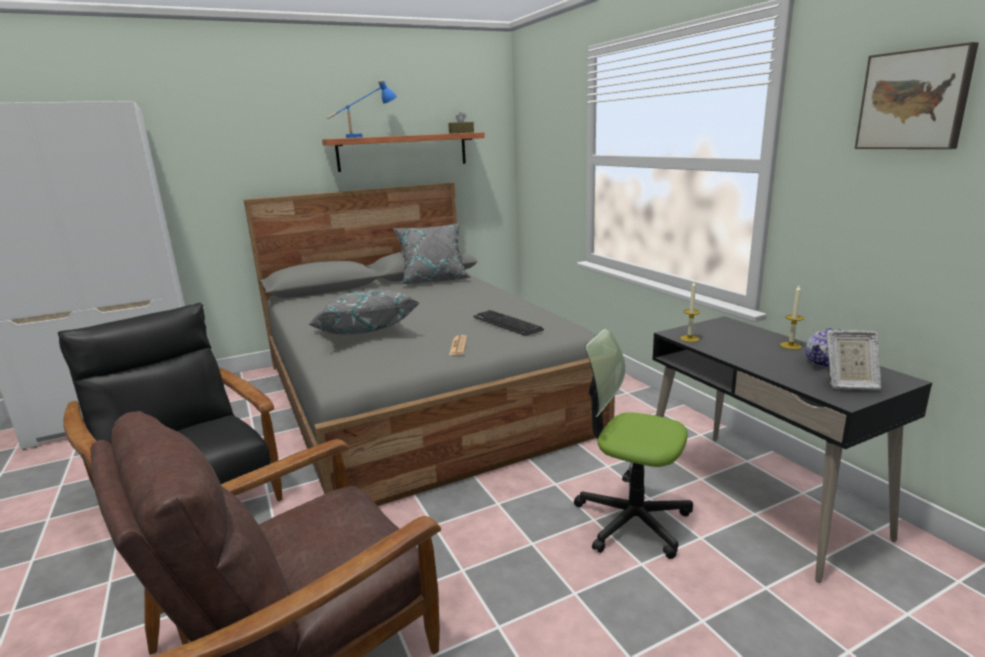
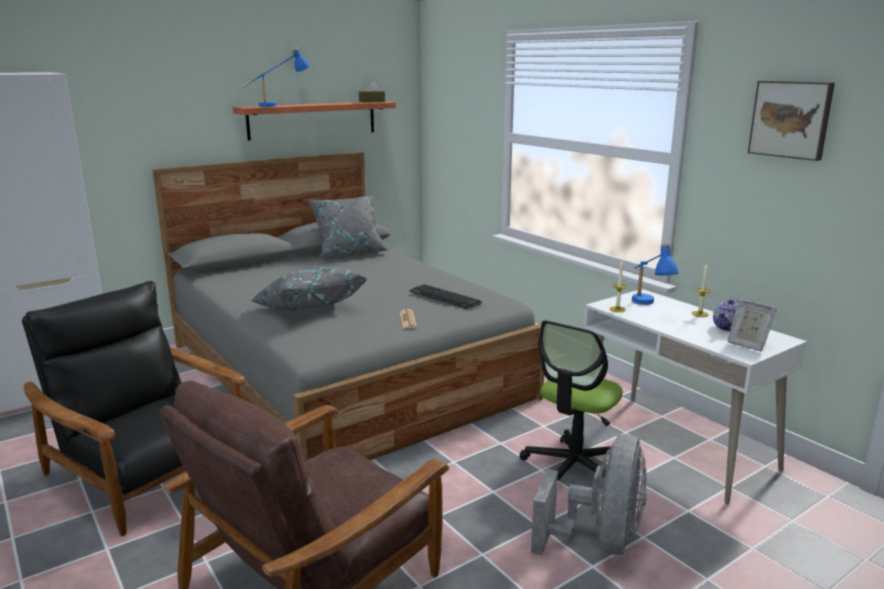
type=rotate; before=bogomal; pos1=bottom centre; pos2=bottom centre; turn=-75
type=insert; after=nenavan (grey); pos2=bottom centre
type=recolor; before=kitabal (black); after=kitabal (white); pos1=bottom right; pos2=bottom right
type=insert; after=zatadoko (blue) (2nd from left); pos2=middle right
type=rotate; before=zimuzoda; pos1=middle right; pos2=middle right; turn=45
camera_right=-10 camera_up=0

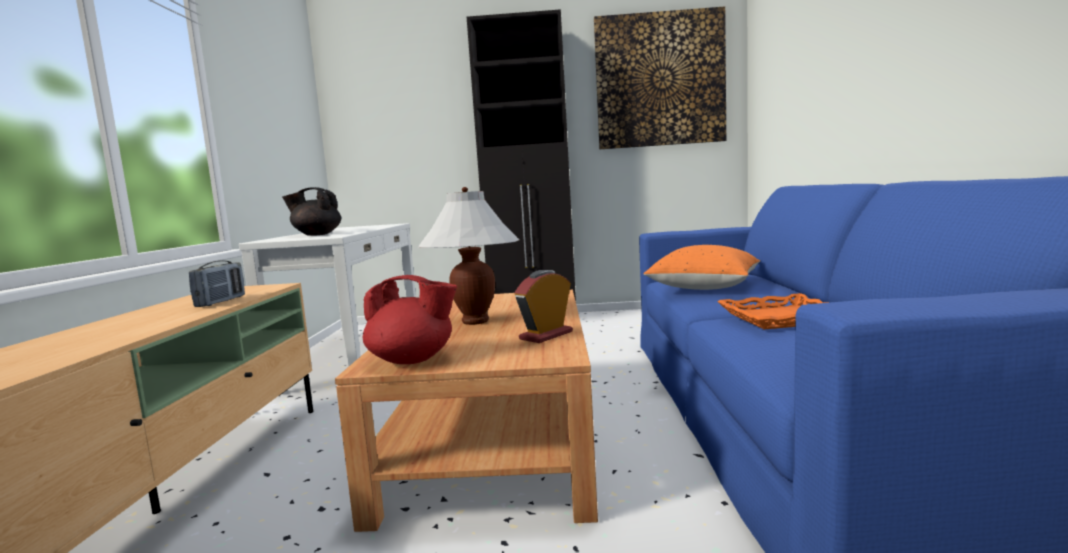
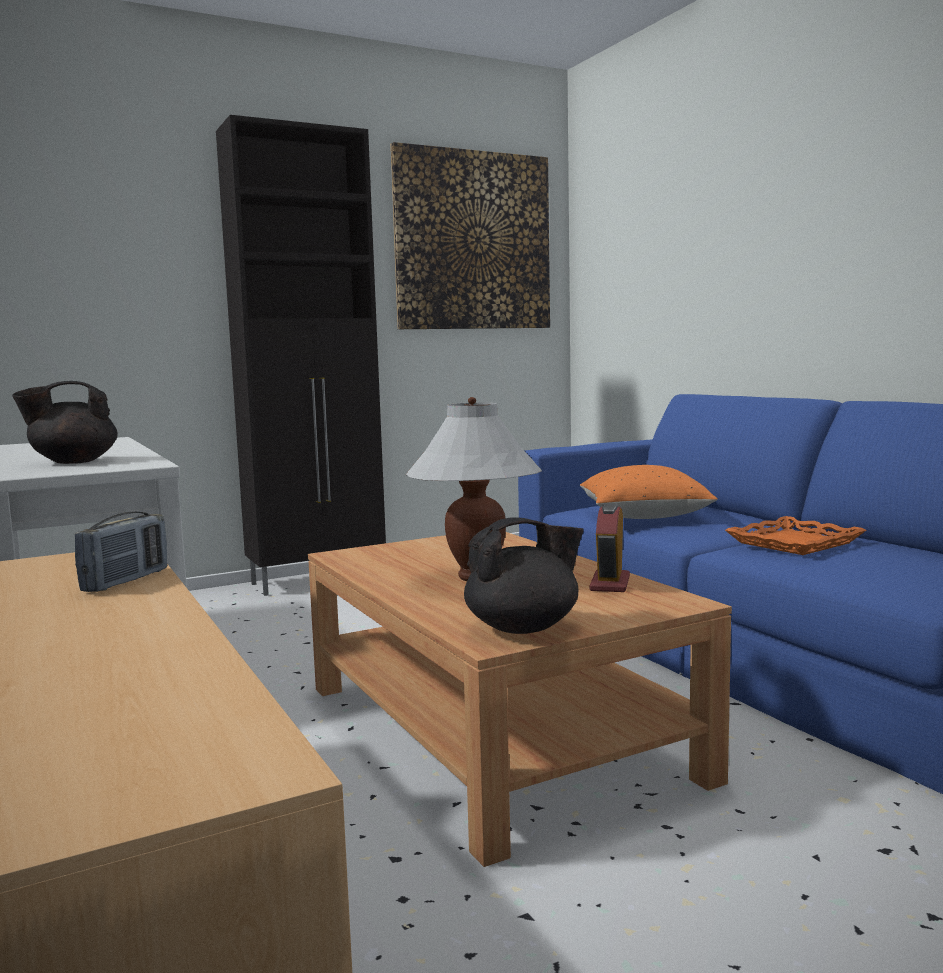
type=rotate; before=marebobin; pos1=middle left; pos2=middle left; turn=45
type=recolor; before=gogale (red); after=gogale (black) (2nd from left); pos1=centre; pos2=centre
camera_right=-30 camera_up=0

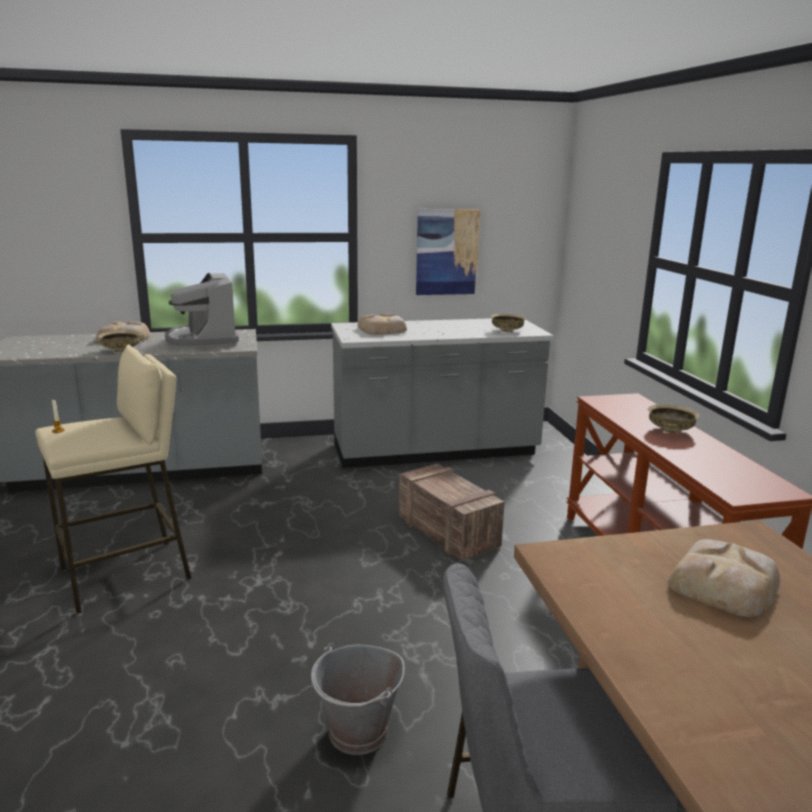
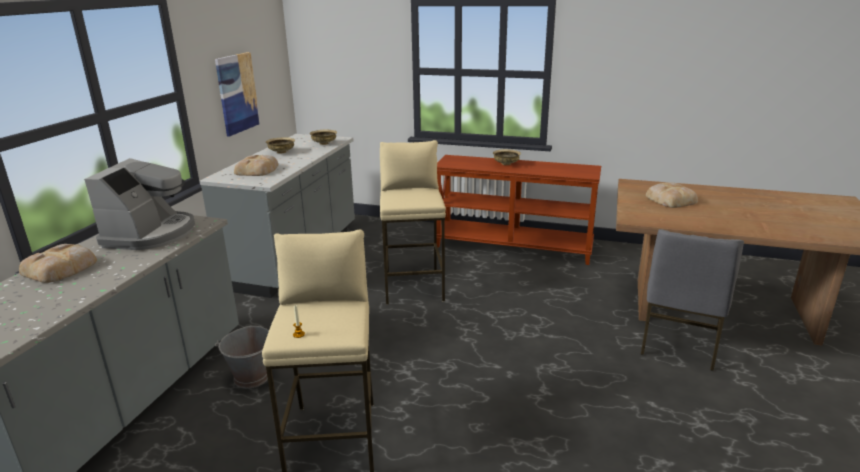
type=rotate; before=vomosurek; pos1=middle left; pos2=middle left; turn=-90
type=move; before=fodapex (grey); pos1=bottom centre; pos2=bottom left
type=move; before=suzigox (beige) (1st from left); pos1=middle left; pos2=top left
type=replace; before=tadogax; after=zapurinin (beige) (2nd from left); pos1=centre; pos2=centre
camera_right=-60 camera_up=5

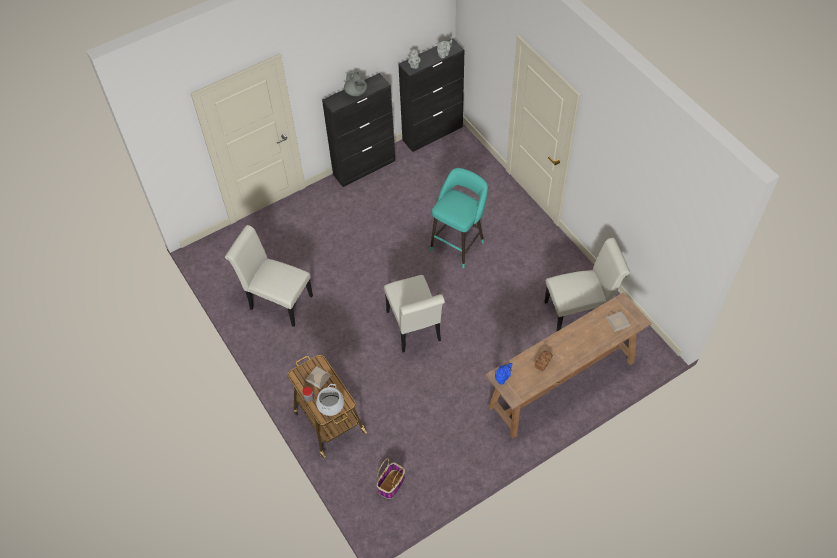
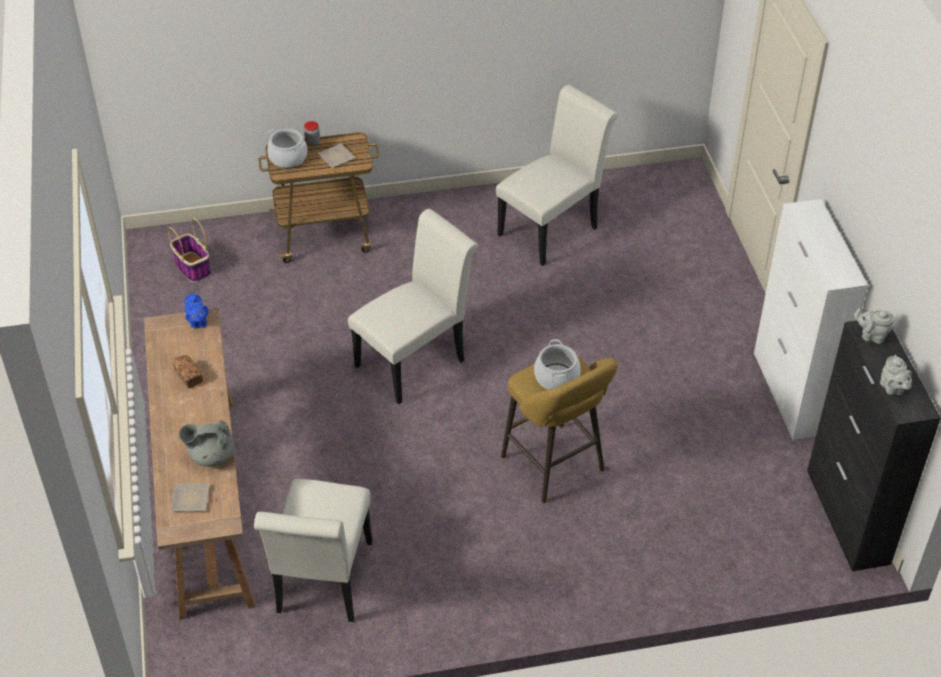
type=move; before=gogale (grey) (1st from left); pos1=top centre; pos2=middle left
type=rotate; before=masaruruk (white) (2nd from left); pos1=centre; pos2=centre; turn=135
type=recolor; before=zapurinin (turquoise); after=zapurinin (yellow); pos1=centre; pos2=centre
type=insert; after=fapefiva (2nd from left); pos2=centre
type=recolor; before=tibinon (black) (1st from left); after=tibinon (white); pos1=top centre; pos2=middle right
camera_right=110 camera_up=-10

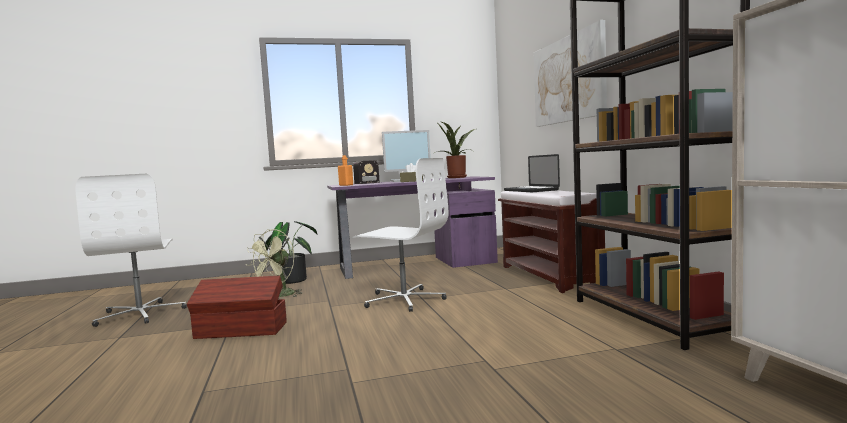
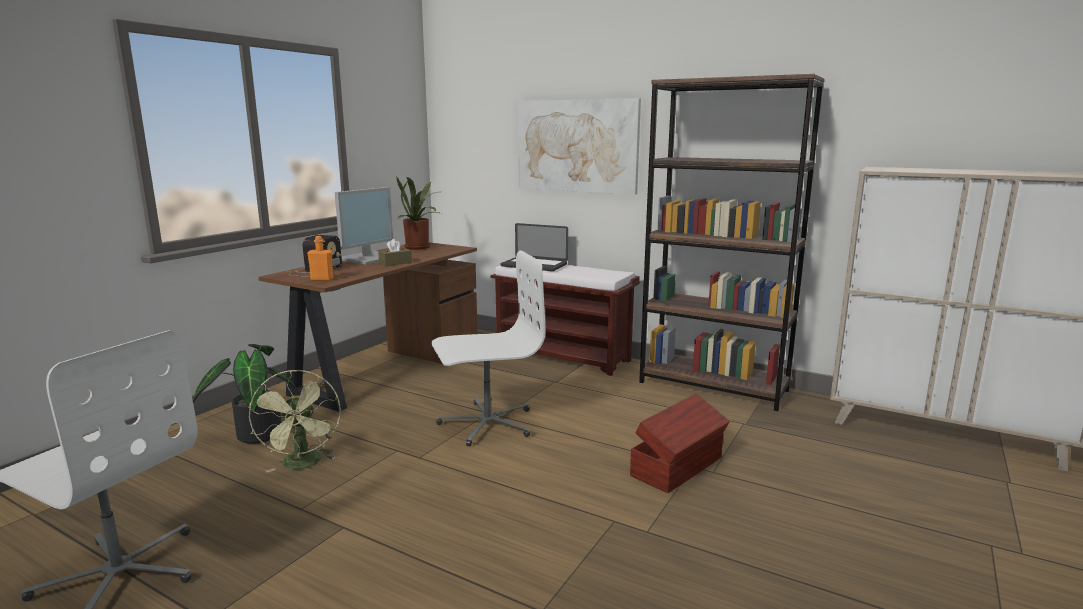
type=recolor; before=kitabal (purple); after=kitabal (brown); pos1=centre; pos2=centre
type=move; before=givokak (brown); pos1=bottom left; pos2=bottom centre
camera_right=-45 camera_up=10

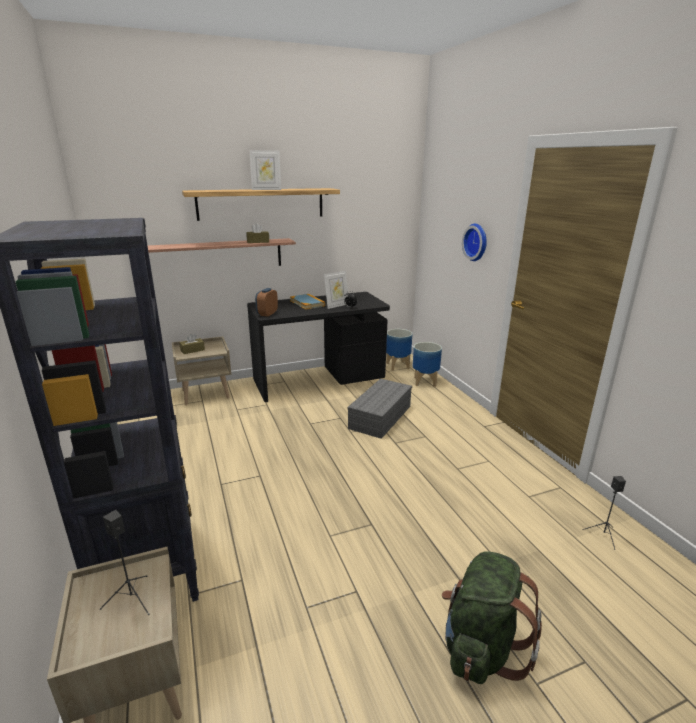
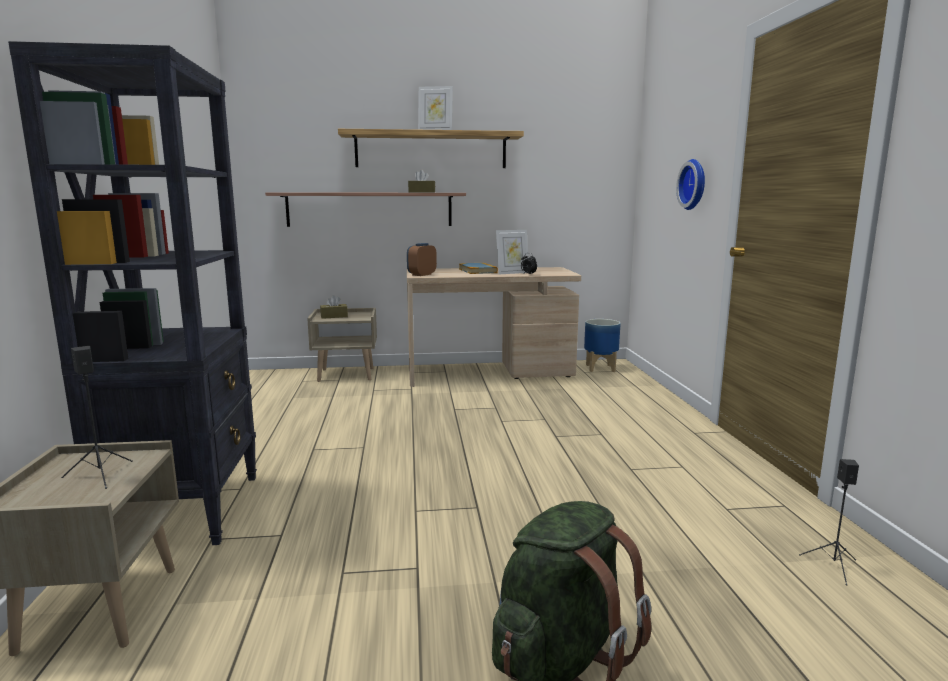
type=recolor; before=kitabal (black); after=kitabal (beige); pos1=centre; pos2=centre
type=delete; before=givokak (grey); pos1=centre
type=delete; before=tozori (2nd from left); pos1=centre
camera_right=15 camera_up=-10

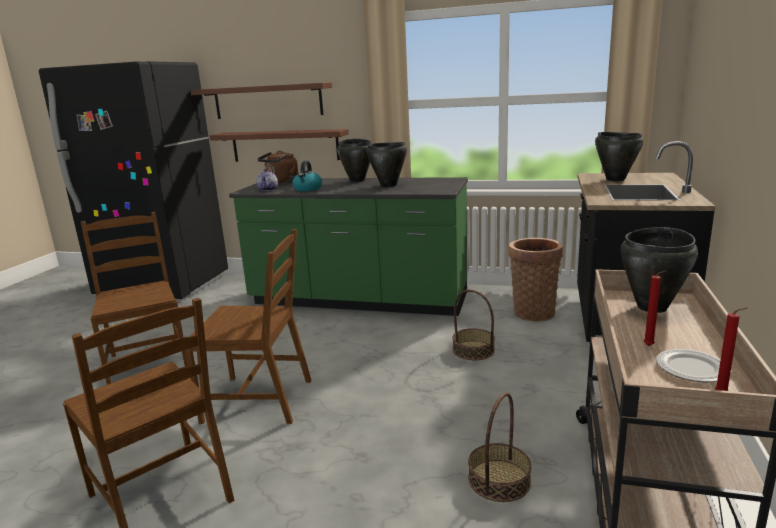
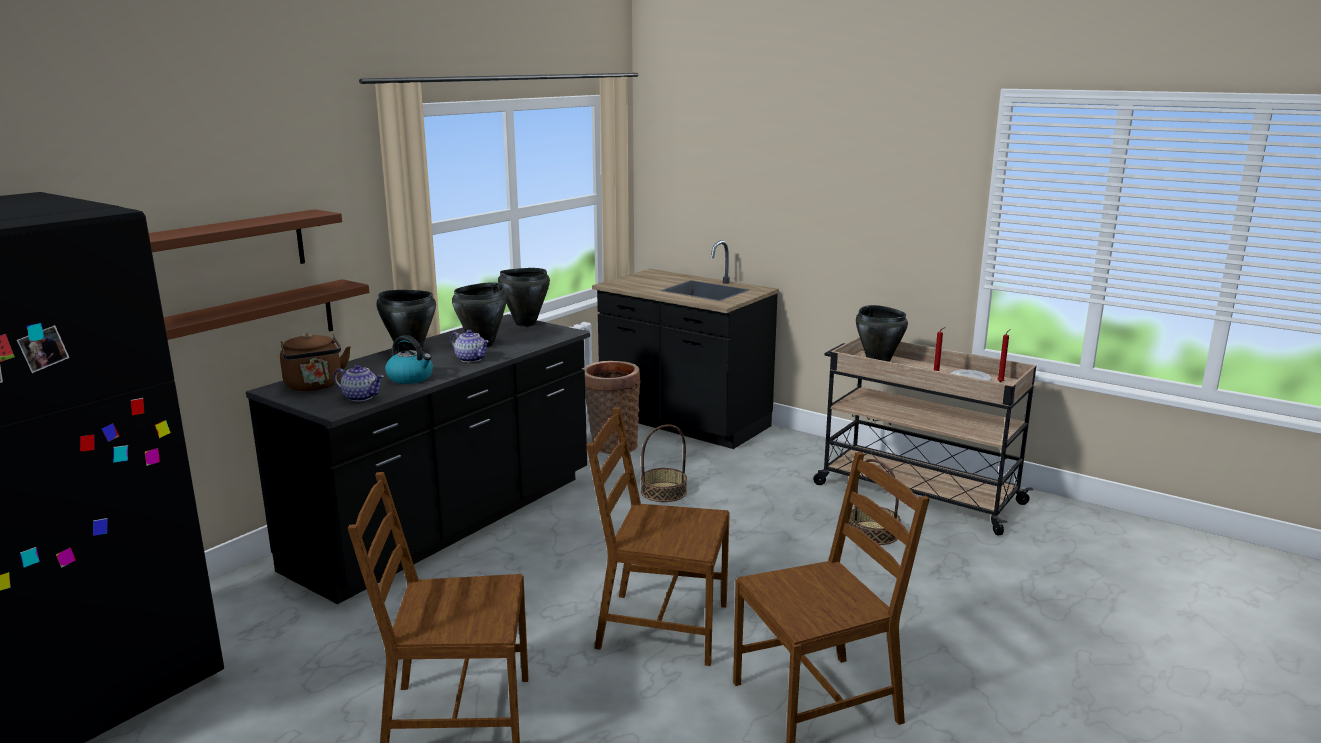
type=recolor; before=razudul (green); after=razudul (black) (1st from left); pos1=centre; pos2=middle left
type=insert; after=gogale (2nd from left); pos2=centre
type=move; before=fapefiva (black) (3rd from left); pos1=top right; pos2=centre
type=rotate; before=masaruruk (brown) (3rd from left in the first image); pos1=middle left; pos2=bottom centre; turn=-105
camera_right=-70 camera_up=0

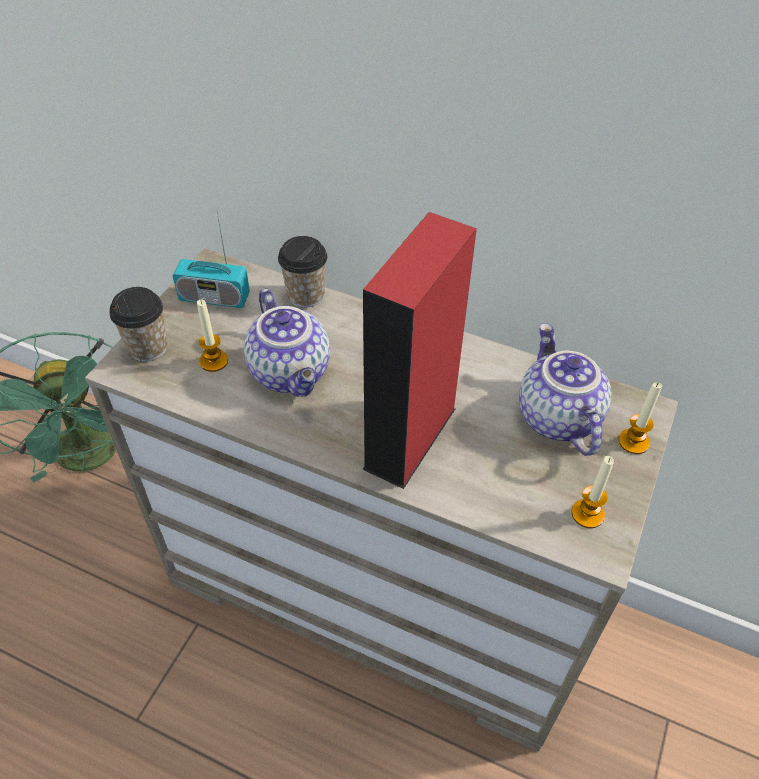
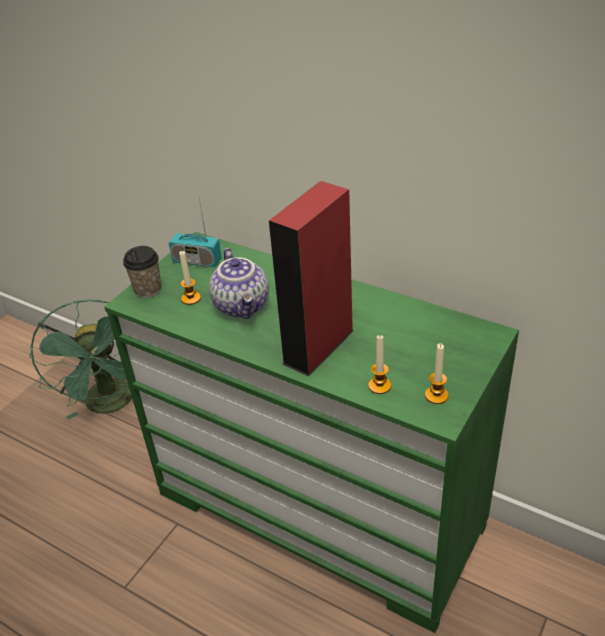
type=recolor; before=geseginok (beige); after=geseginok (green); pos1=centre; pos2=bottom centre
type=move; before=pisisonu (3rd from left in the first image); after=pisisonu (2nd from left); pos1=middle right; pos2=centre
type=delete; before=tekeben (2nd from left); pos1=centre
type=delete; before=gogale (2nd from left); pos1=middle right
camera_right=10 camera_up=-10

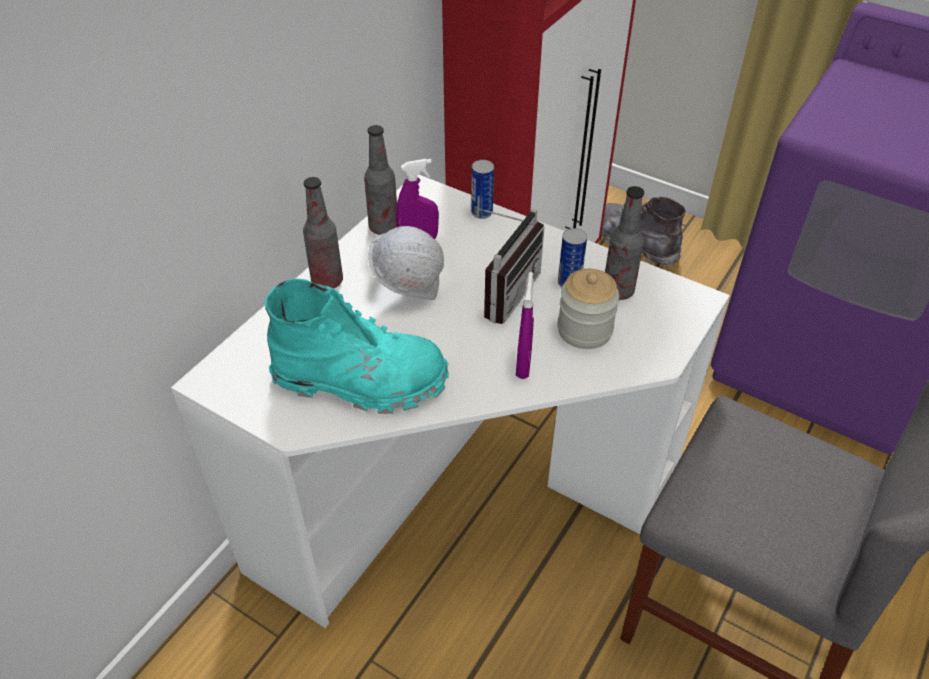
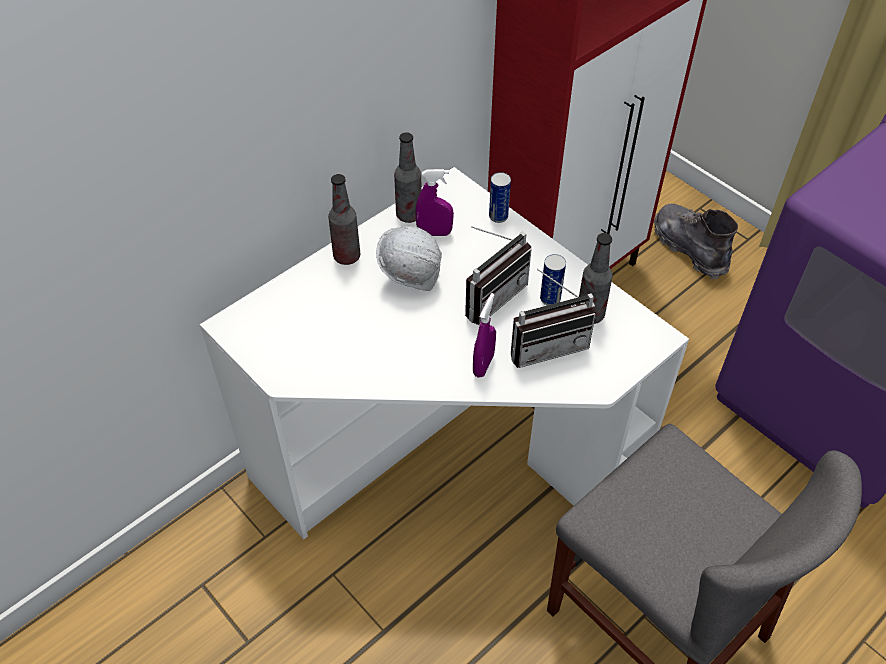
type=replace; before=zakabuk; after=marebobin (2nd from left); pos1=centre; pos2=centre
type=delete; before=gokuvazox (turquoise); pos1=centre
camera_right=15 camera_up=5

